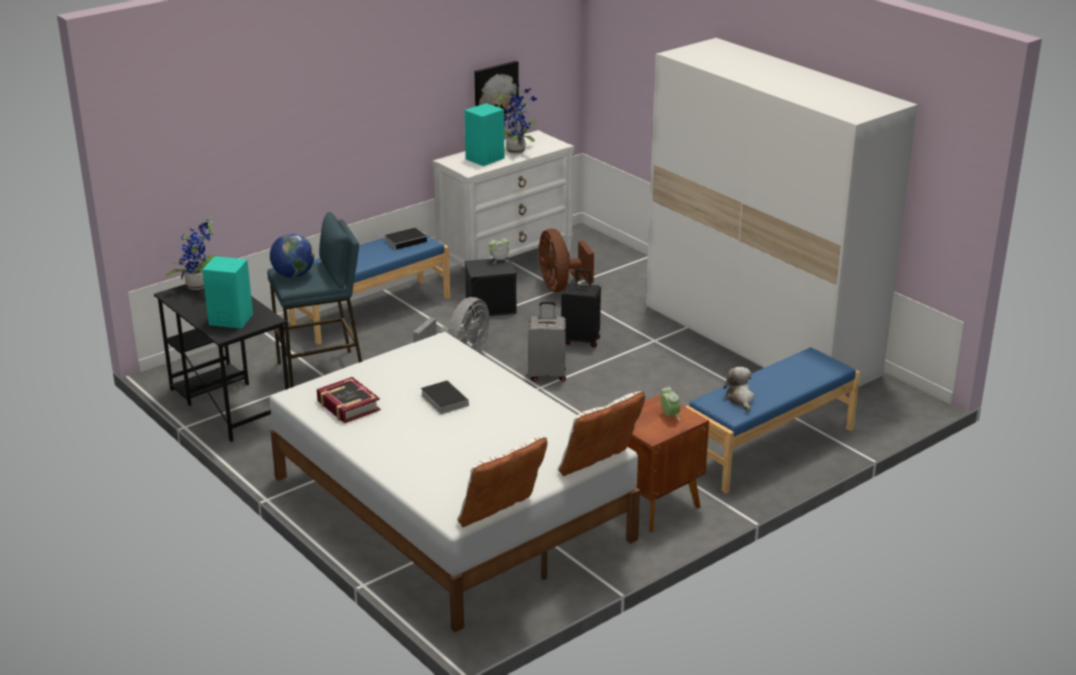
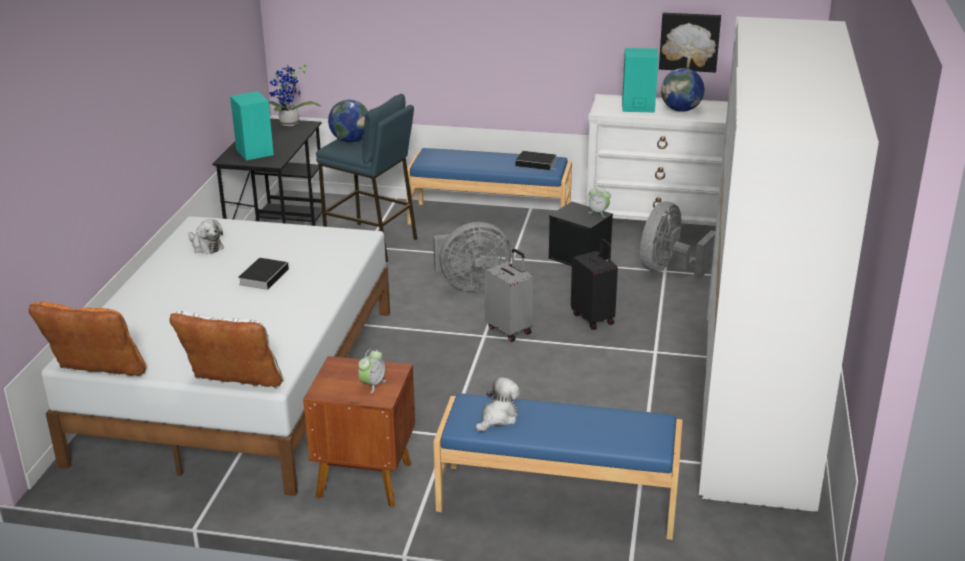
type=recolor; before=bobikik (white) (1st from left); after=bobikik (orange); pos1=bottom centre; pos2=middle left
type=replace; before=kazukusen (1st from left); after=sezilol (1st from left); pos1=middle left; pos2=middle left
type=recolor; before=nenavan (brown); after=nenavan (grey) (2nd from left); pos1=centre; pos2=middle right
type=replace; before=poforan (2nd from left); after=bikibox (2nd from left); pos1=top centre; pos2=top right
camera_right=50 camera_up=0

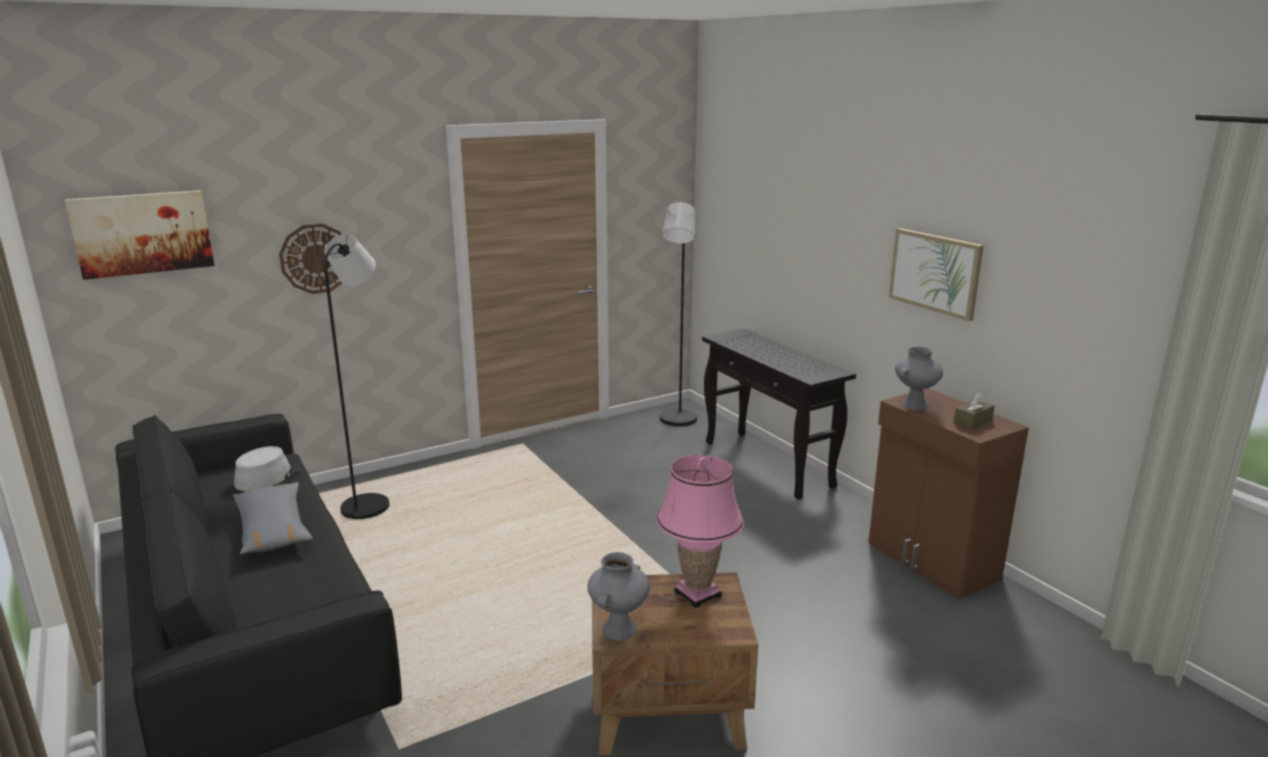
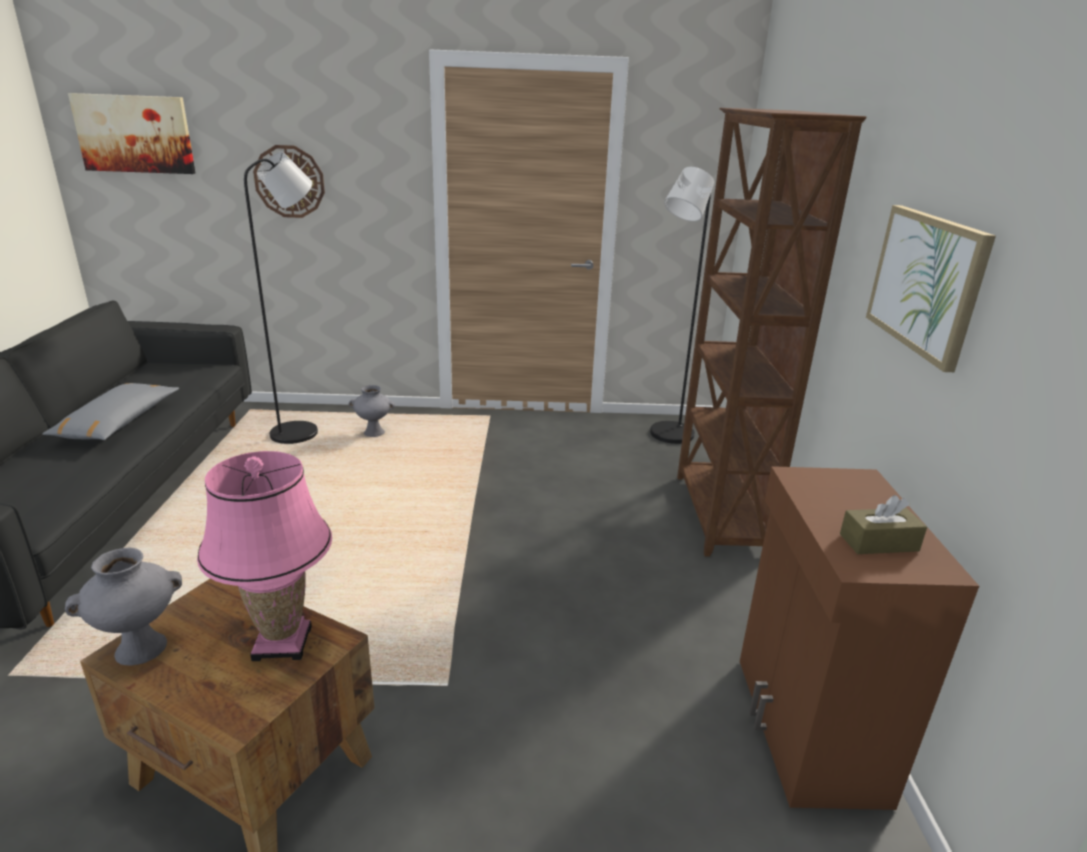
type=move; before=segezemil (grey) (2nd from left); pos1=middle right; pos2=centre
type=replace; before=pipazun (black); after=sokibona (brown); pos1=centre; pos2=middle right
type=delete; before=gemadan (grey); pos1=middle left
camera_right=30 camera_up=5

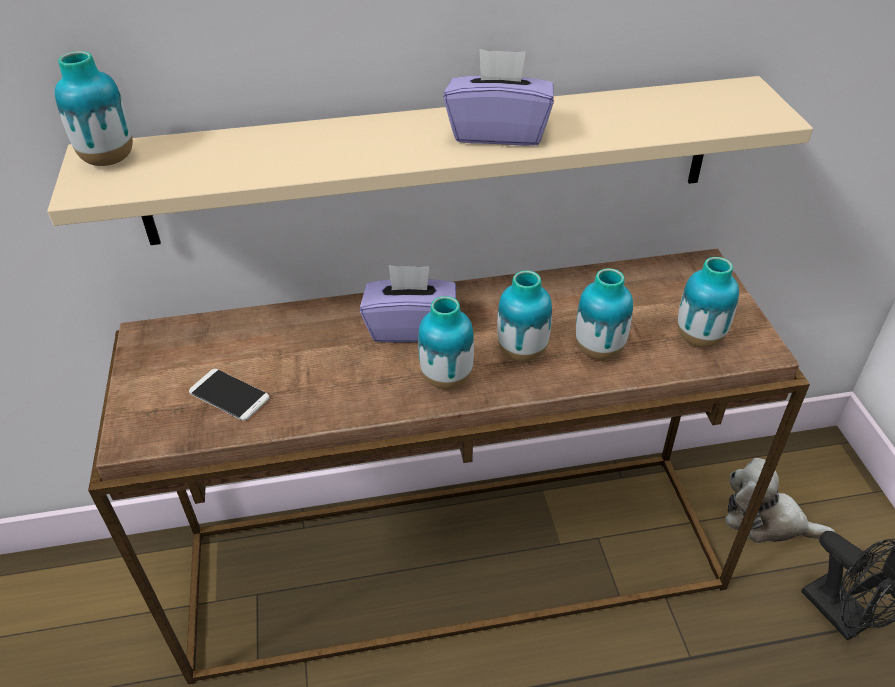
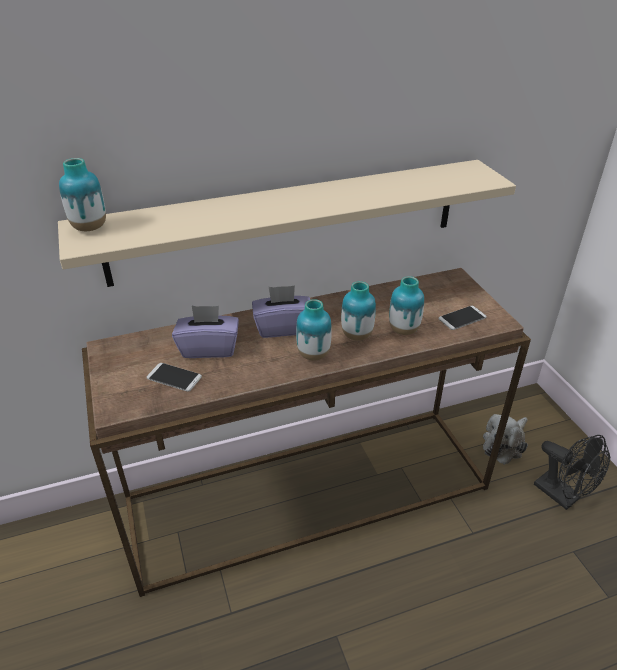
type=move; before=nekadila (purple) (2nd from left in the first image); after=nekadila (purple) (1st from left); pos1=top centre; pos2=middle left
type=replace; before=segezemil (5th from left); after=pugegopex (2nd from left); pos1=middle right; pos2=middle right
type=rotate; before=sezilol; pos1=bottom right; pos2=middle right; turn=-60
camera_right=-10 camera_up=-5

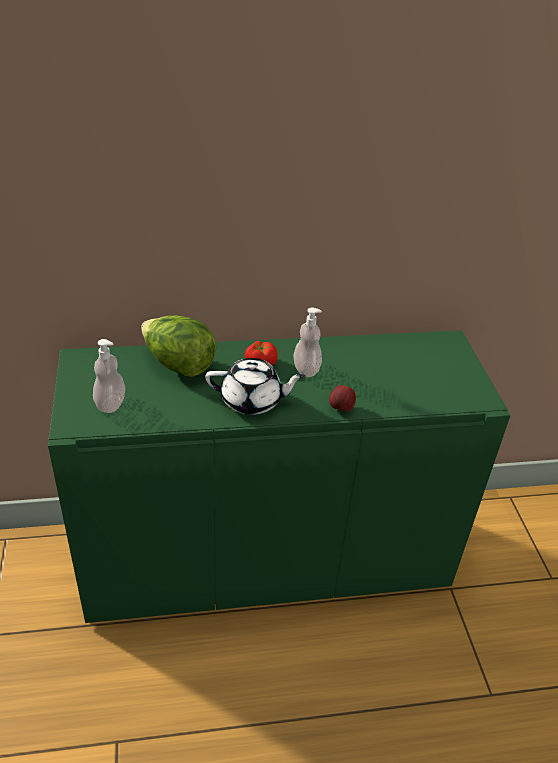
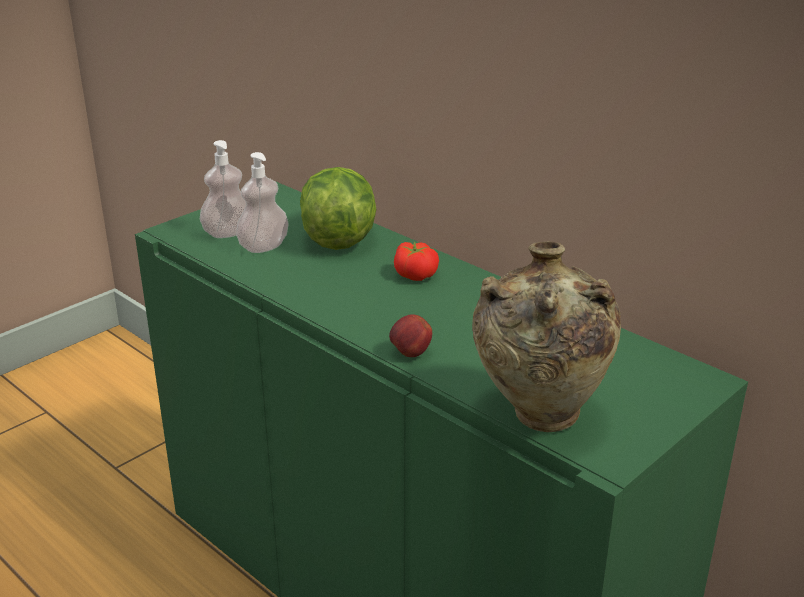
type=move; before=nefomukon (2nd from left); pos1=centre; pos2=middle left
type=insert; after=segezemil (beige); pos2=middle right
type=delete; before=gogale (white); pos1=centre
camera_right=55 camera_up=-10

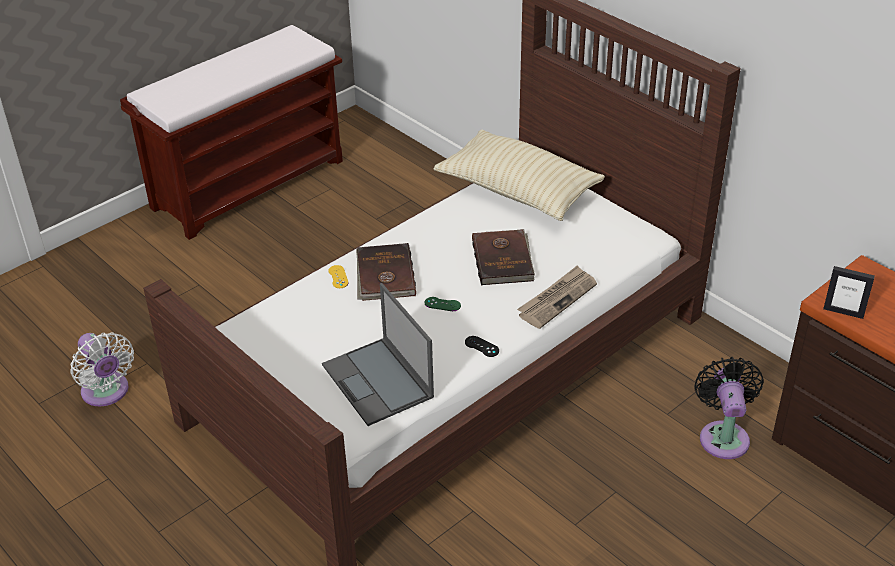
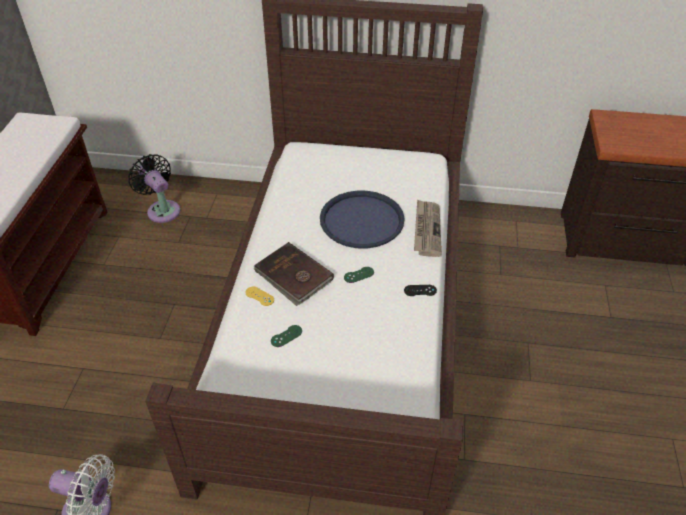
type=move; before=nenavan (black); pos1=bottom right; pos2=middle left
type=insert; after=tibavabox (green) (1st from left); pos2=centre
type=replace; before=kazukusen (brown) (2nd from left); after=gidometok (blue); pos1=centre; pos2=centre
type=delete; before=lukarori; pos1=centre
type=delete; before=bobikik (beige); pos1=top centre
type=delete; before=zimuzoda; pos1=middle right
camera_right=-40 camera_up=5

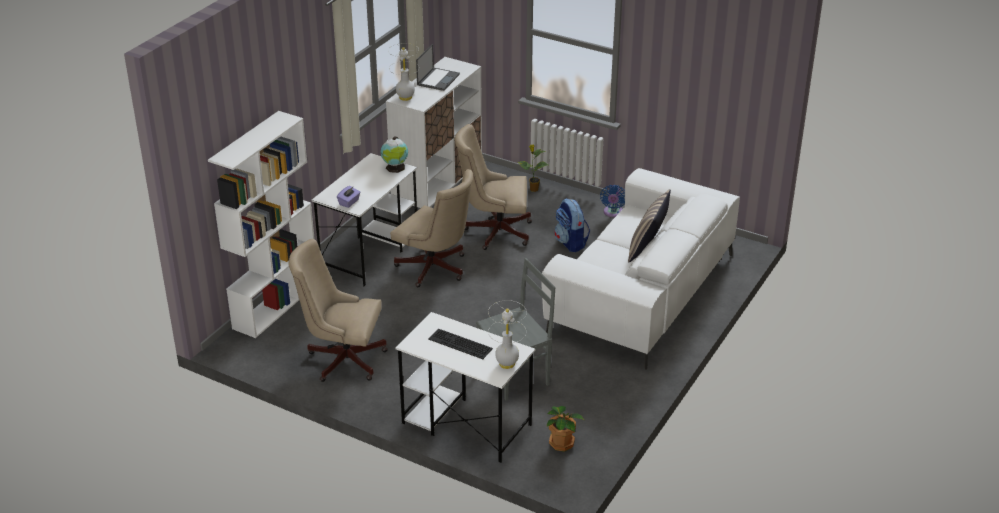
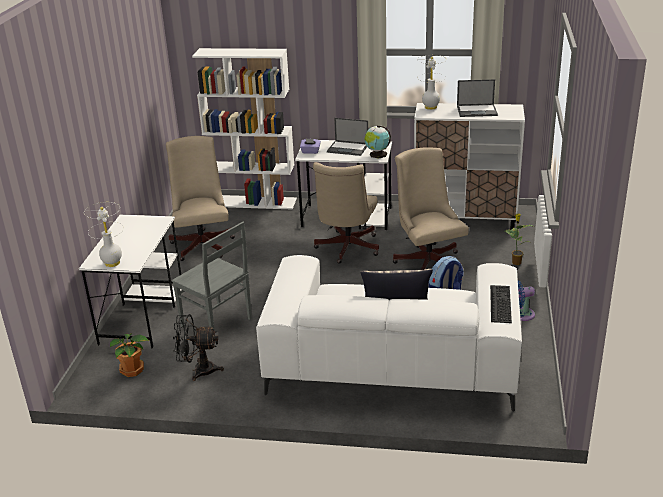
type=insert; after=nenavan (black); pos2=bottom left
type=insert; after=lukarori (1st from left); pos2=top centre
type=move; before=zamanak; pos1=bottom centre; pos2=middle right
camera_right=70 camera_up=-5

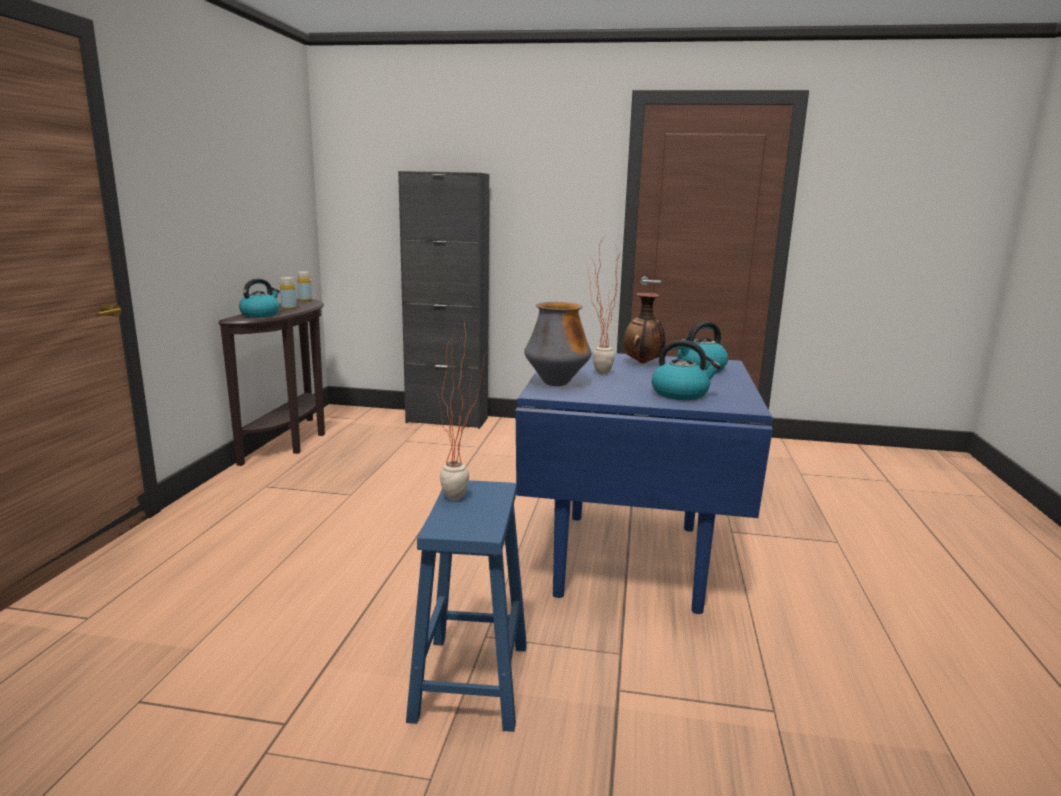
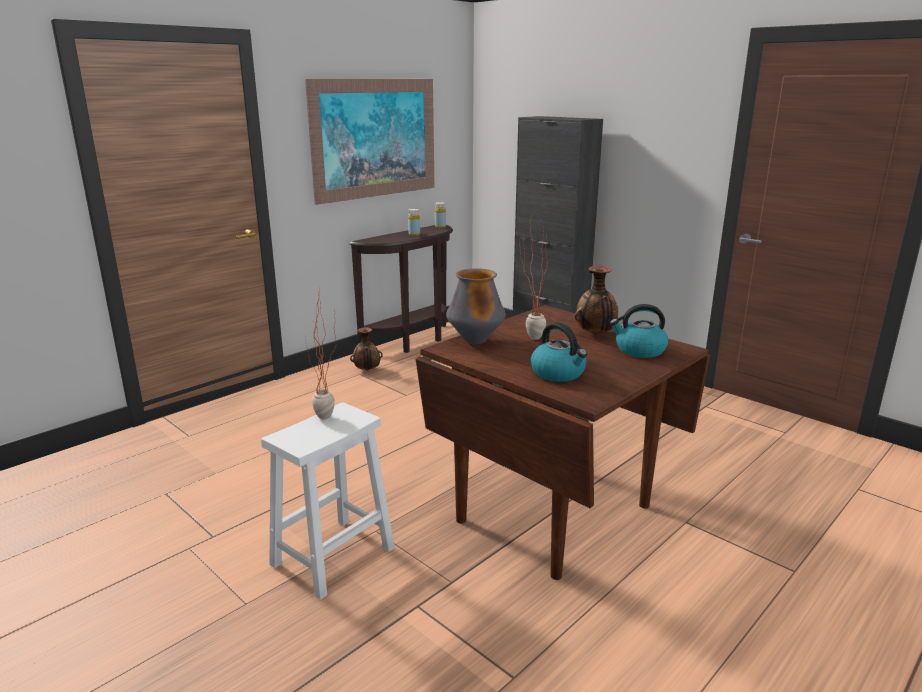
type=recolor; before=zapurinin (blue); after=zapurinin (white); pos1=bottom centre; pos2=bottom centre
type=insert; after=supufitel; pos2=top centre
type=insert; after=segezemil (1st from left); pos2=centre
type=recolor; before=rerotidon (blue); after=rerotidon (brown); pos1=centre; pos2=centre
type=delete; before=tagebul (1st from left); pos1=middle left
camera_right=35 camera_up=5

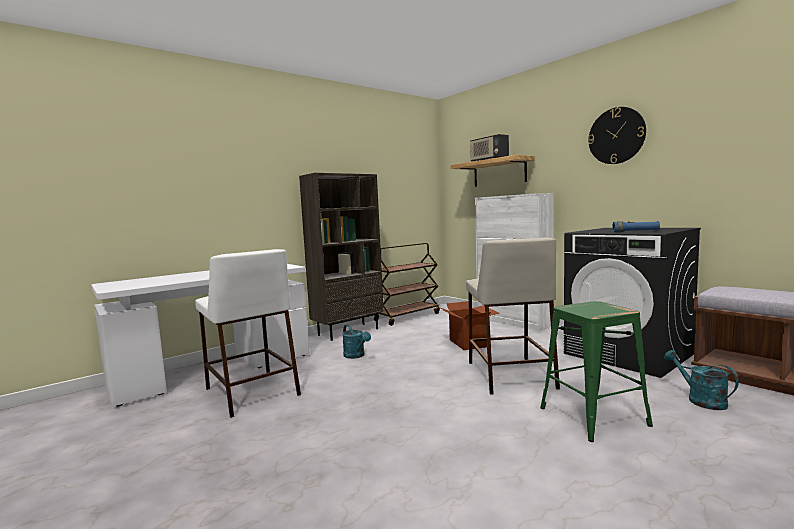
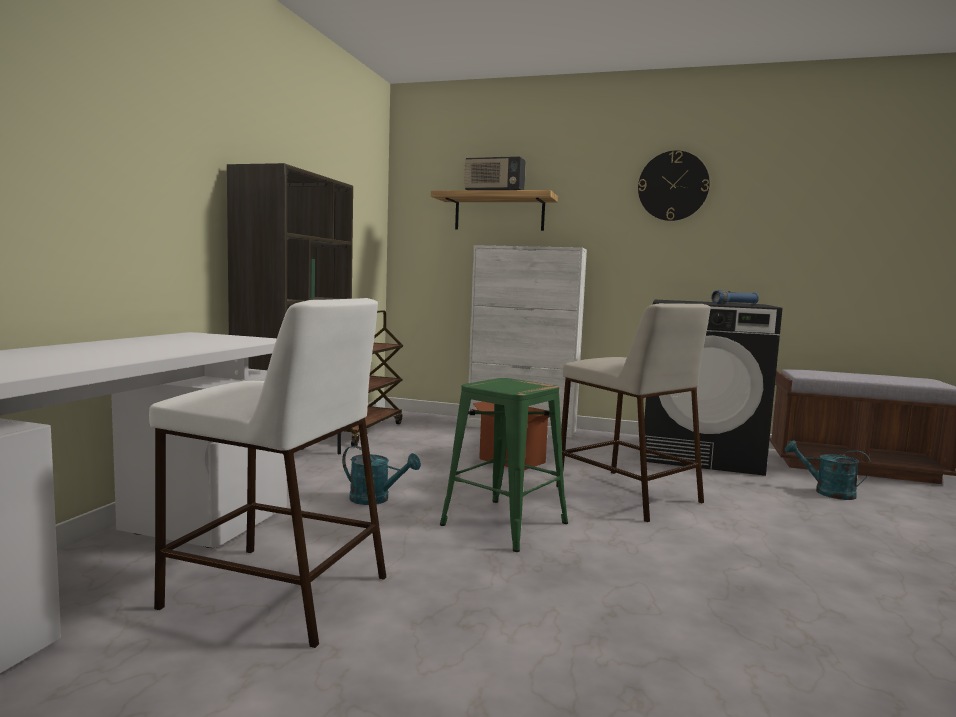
type=move; before=zapurinin (green); pos1=bottom right; pos2=centre
camera_right=-35 camera_up=0

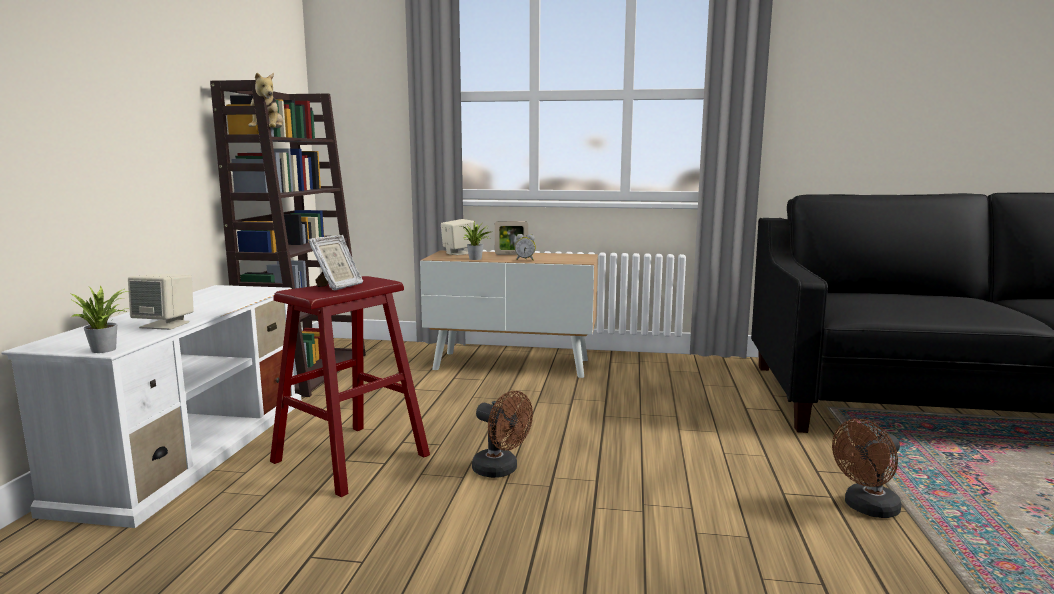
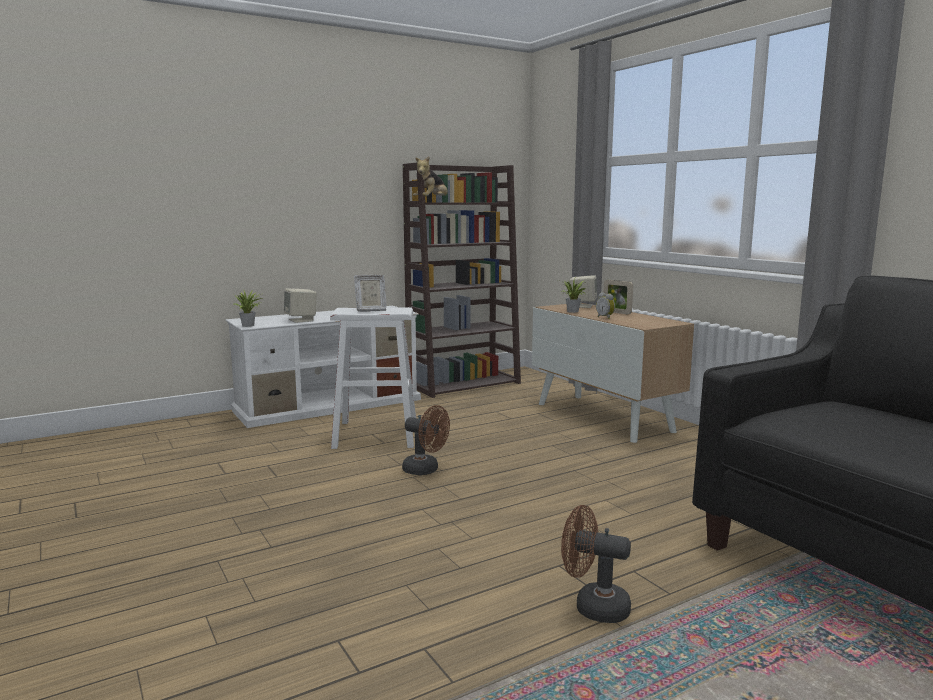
type=recolor; before=zapurinin (red); after=zapurinin (white); pos1=middle left; pos2=centre
type=rotate; before=nenavan (brown) (1st from left); pos1=bottom centre; pos2=centre; turn=-60
camera_right=50 camera_up=0

